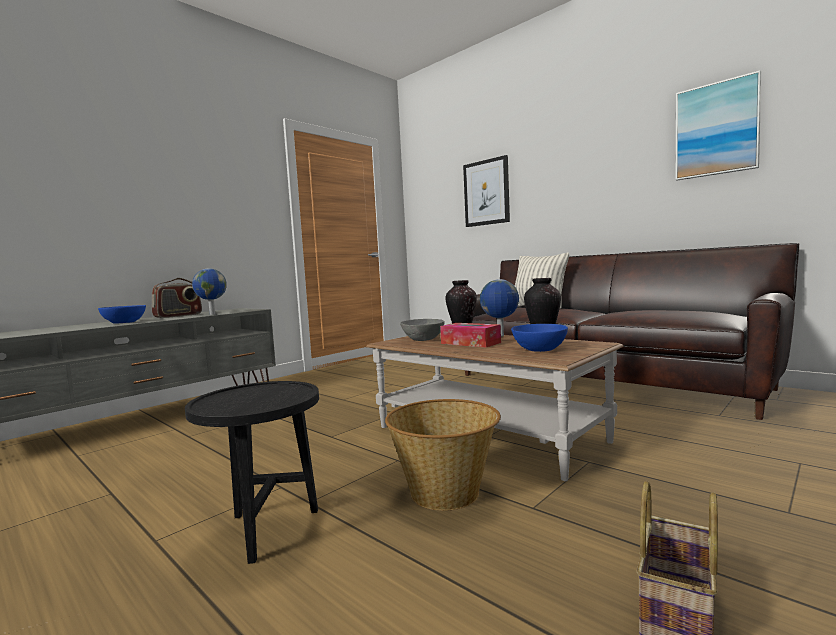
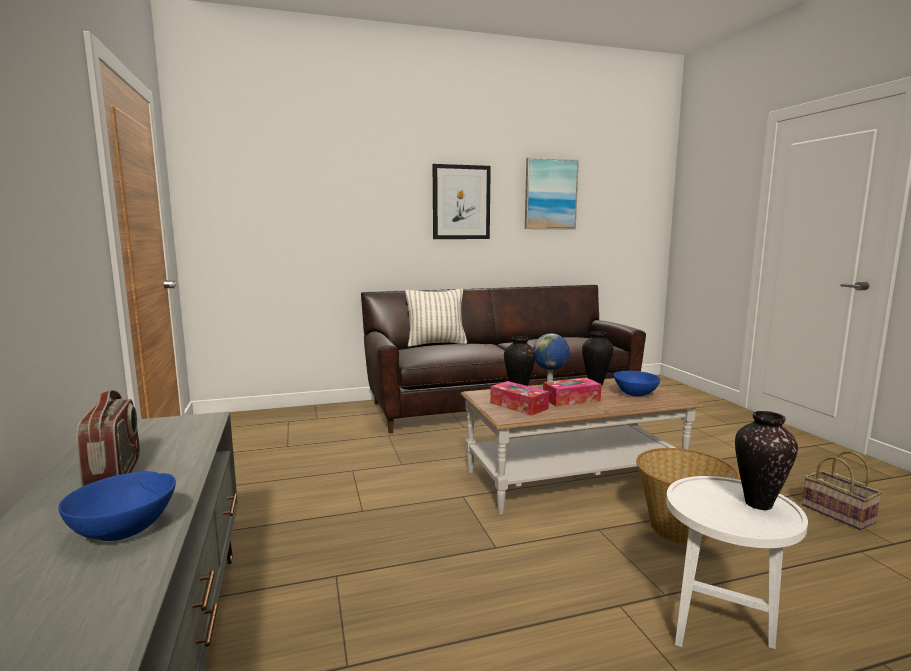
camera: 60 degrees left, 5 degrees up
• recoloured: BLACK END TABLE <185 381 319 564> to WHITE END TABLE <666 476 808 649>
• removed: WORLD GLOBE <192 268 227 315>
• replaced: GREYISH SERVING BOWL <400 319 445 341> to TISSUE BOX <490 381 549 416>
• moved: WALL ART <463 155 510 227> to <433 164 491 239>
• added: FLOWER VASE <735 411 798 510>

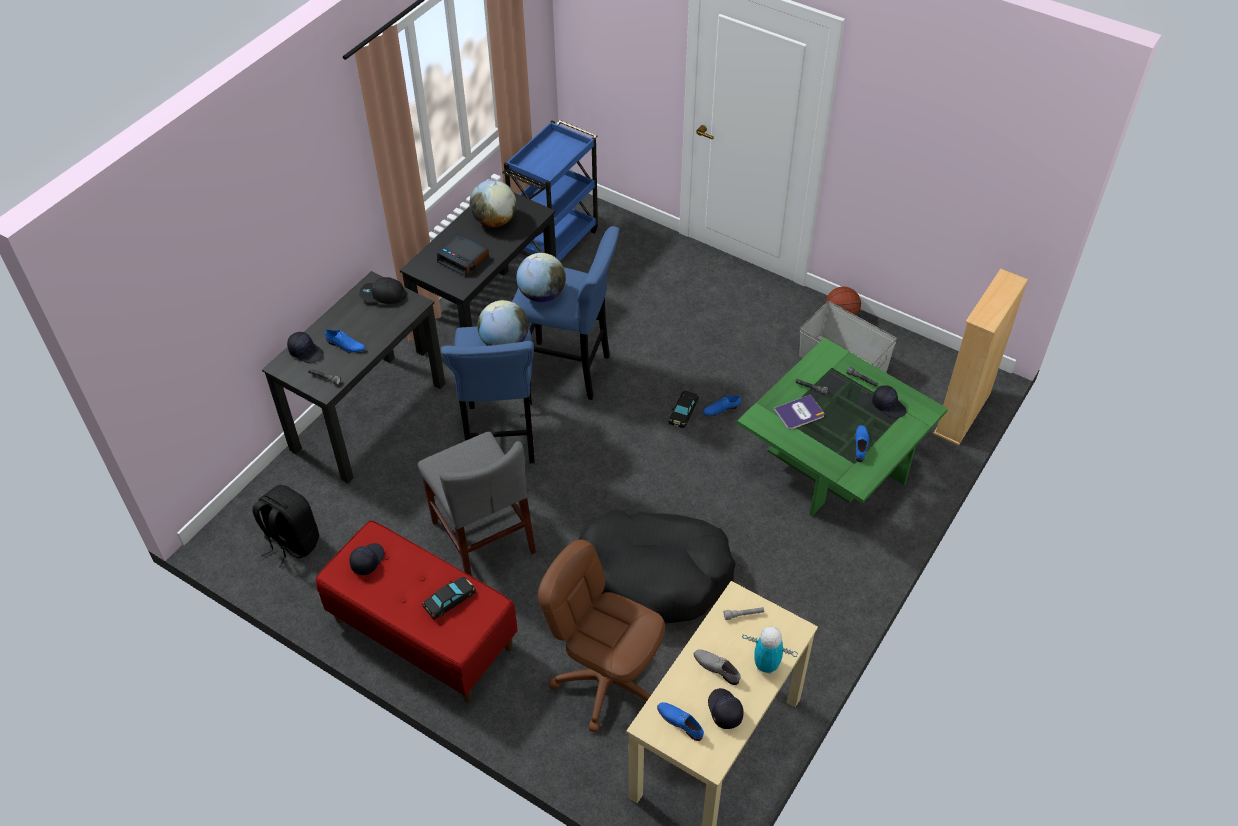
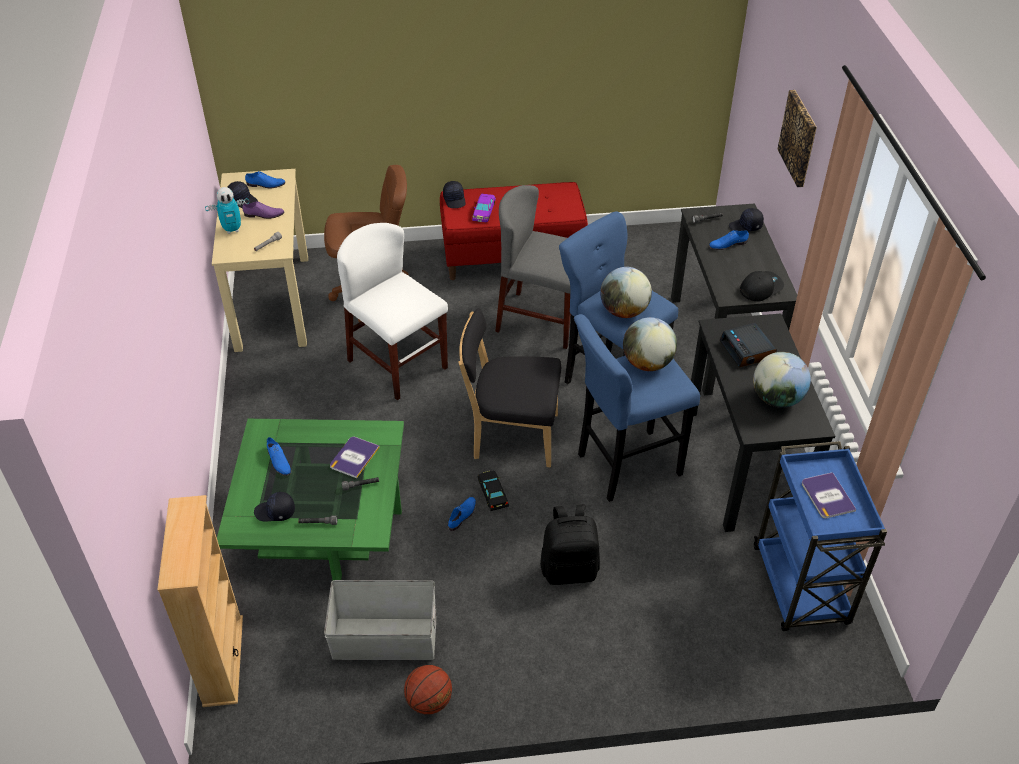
camera: 140 degrees right, 5 degrees down
• moved: BLACK RUCKSACK <252 485 319 568> to <540 504 600 585>
• moved: BLACK BASEBALL CAP <349 543 384 575> to <443 181 466 208>
• recoloured: BLACK TOY CAR <422 577 476 619> to PURPLISH TOY CAR <472 194 496 222>
• turned: BEDSIDE CLOCK <437 234 489 277> = <720 323 777 367> 105 degrees counterclockwise
• replaced: BLACK PET BED <579 509 736 623> to WHITE PLAIN CHAIR <337 223 448 400>
• recoloured: GREYISH LOW SHOE <694 649 741 685> to PURPLISH LOW SHOE <242 201 284 219>
• added: BLACK PLAIN CHAIR <458 308 561 467>
• added: WALL ART <777 90 817 187>
• added: VOLUME <802 472 856 518>

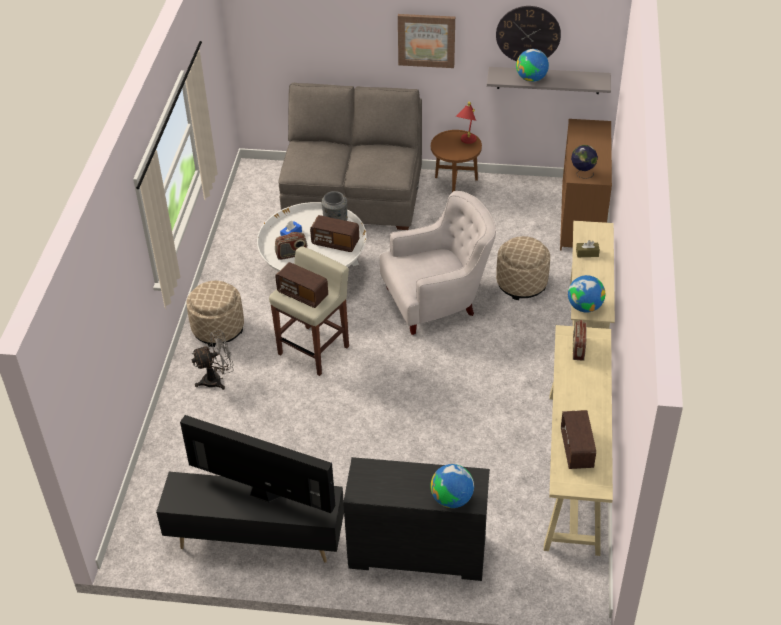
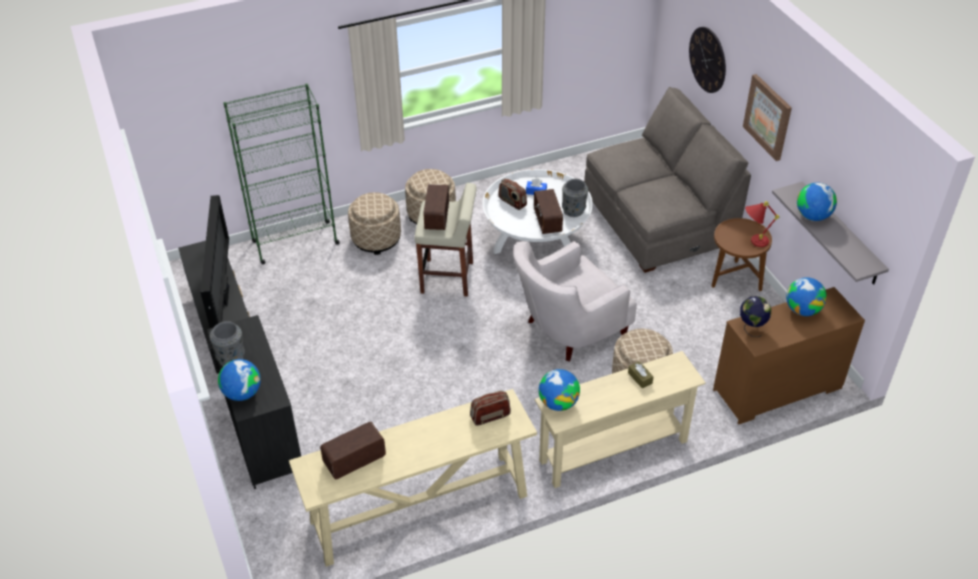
camera: 60 degrees right, 0 degrees up
• replaced: GREYISH COOLING FAN <191 330 234 390> to SAND-COLOURED POUFFE <348 192 401 255>
• turned: WHITE LOUNGE CHAIR <380 191 496 335> = <513 241 637 361> 105 degrees clockwise
• moved: HANGING CLOCK <496 6 561 61> to <689 27 726 93>
• added: GREYISH FLOWER VASE <209 321 245 366>
• added: GREENISH BOOKCASE <223 83 340 264>
• added: WORLD GLOBE <786 277 827 316>

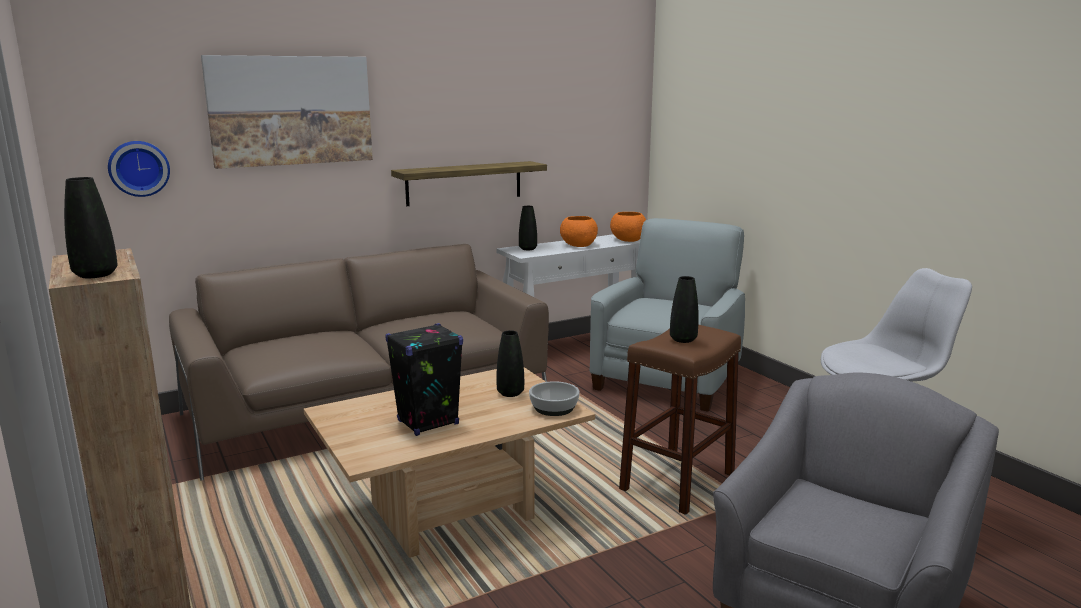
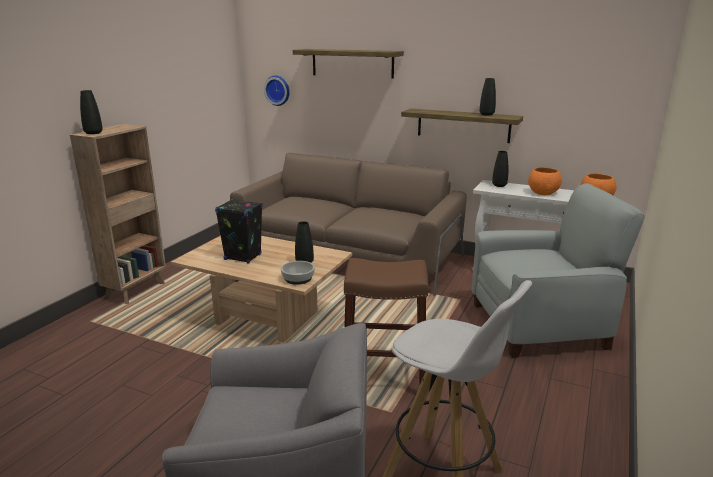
camera: 55 degrees right, 5 degrees up
• replaced: WALL ART <201 55 373 169> to BRACKET SHELF <293 49 404 79>
• moved: BLACK FLOWER VASE <670 276 699 343> to <480 78 496 116>

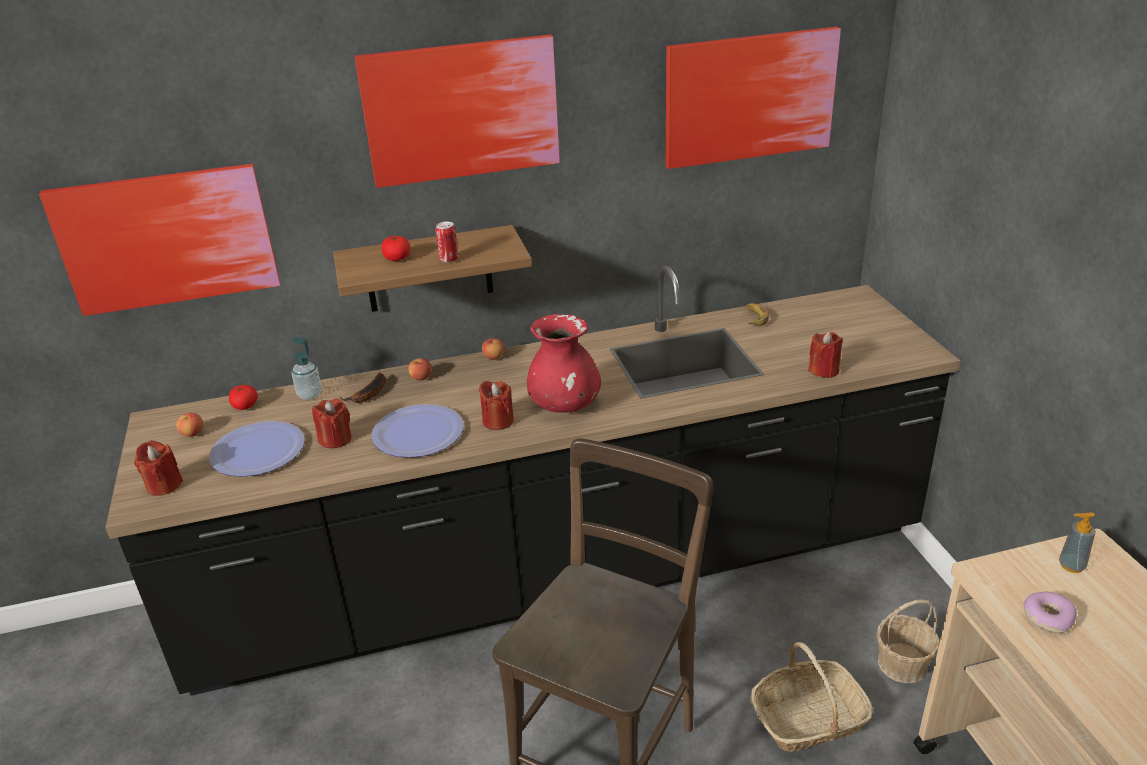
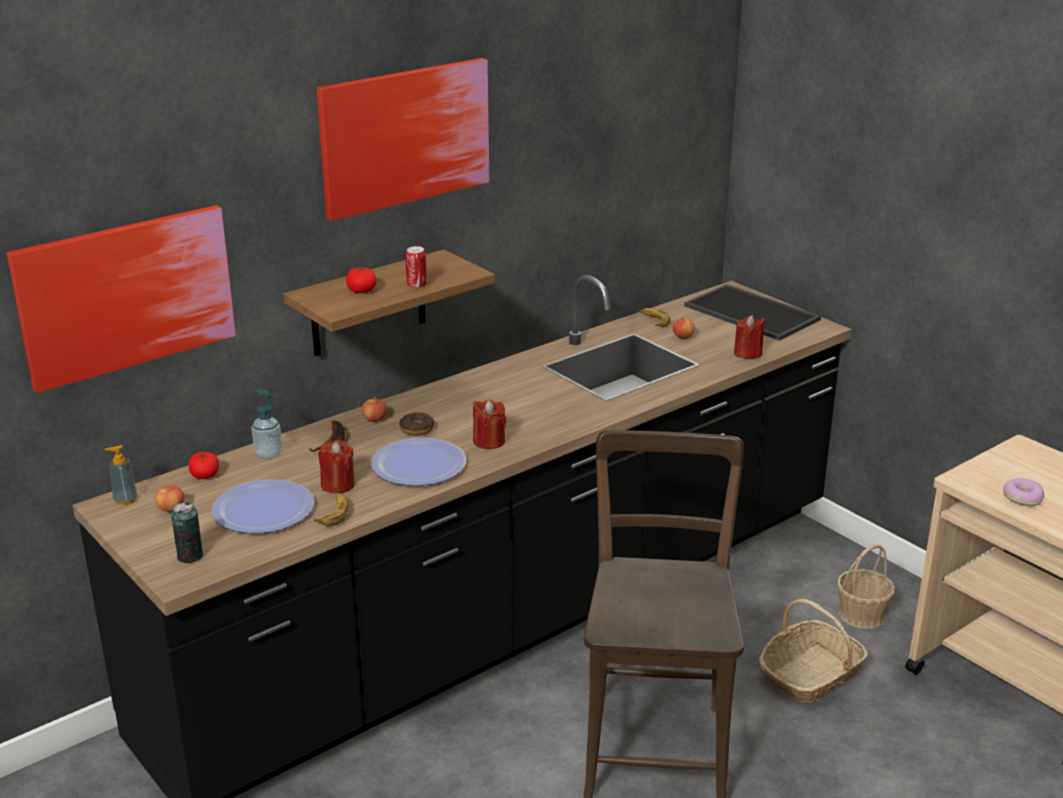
camera: 25 degrees left, 5 degrees down
• replaced: RED CANDLE <134 440 183 496> to METAL CAN <171 502 203 563>
• moved: APPLE FRUIT <482 338 505 360> to <673 318 695 339>
• removed: RED FLOWER VASE <527 314 601 413>
• removed: WALL ART <666 27 841 169>
• moved: SOAP DISPENSER <1059 512 1096 573> to <104 445 137 505>
• added: BANANA FRUIT <314 494 349 526>
• added: DONUT <399 412 434 436>
• added: CARRYING TRAY <684 284 821 341>

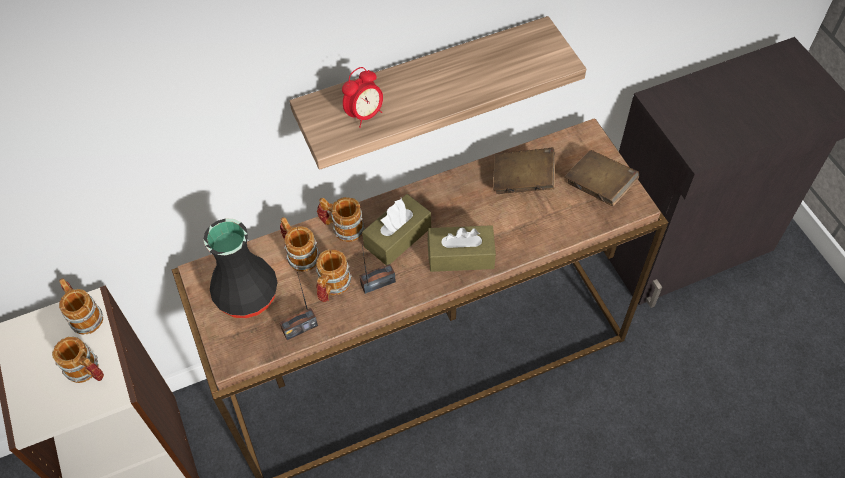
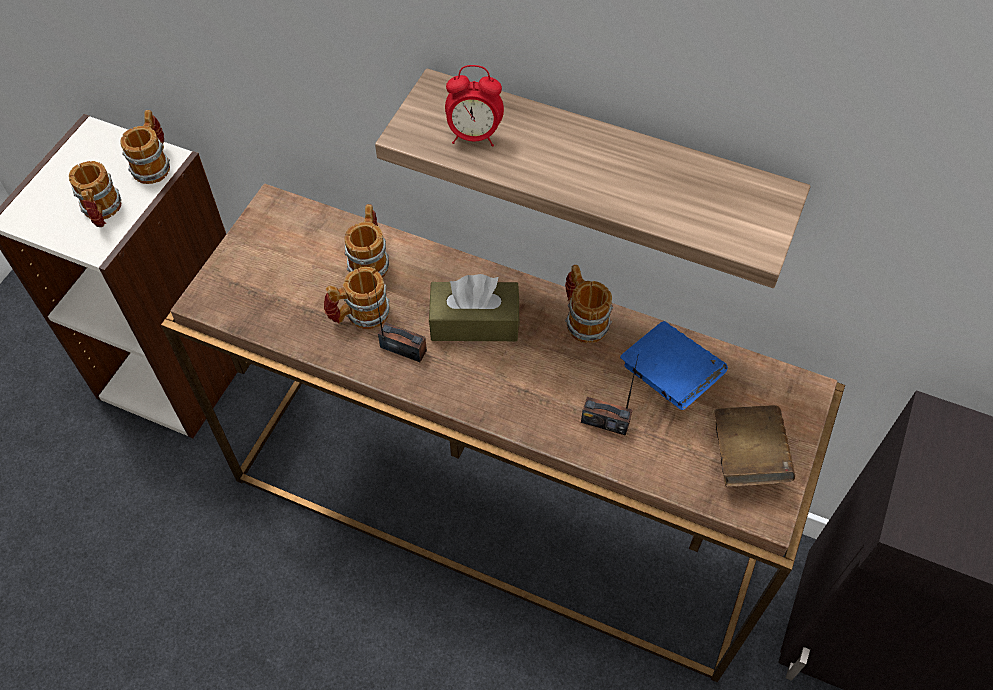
camera: 45 degrees right, 0 degrees up
• removed: BLACK FLOWER VASE <203 218 278 318>
• moved: RADIO <280 272 318 340> to <581 353 639 436>
• moved: MUG <317 197 365 242> to <565 265 613 343>
• removed: BROWNISH TISSUE BOX <428 225 496 272>
• recoloured: BROWNISH VOLUME <493 147 555 194> to BLUE VOLUME <620 321 728 410>

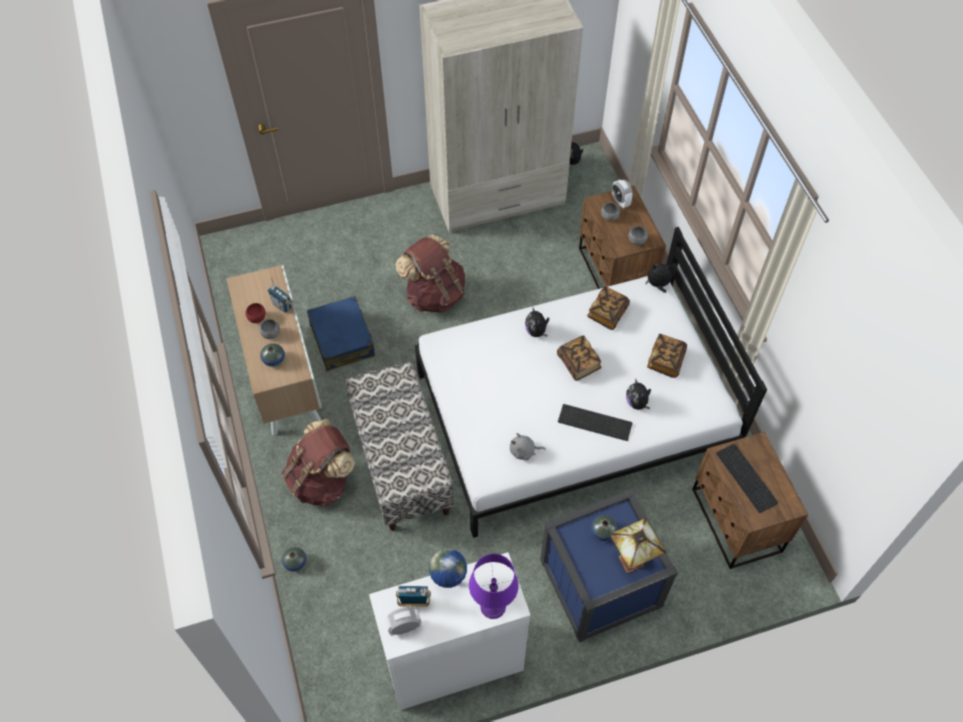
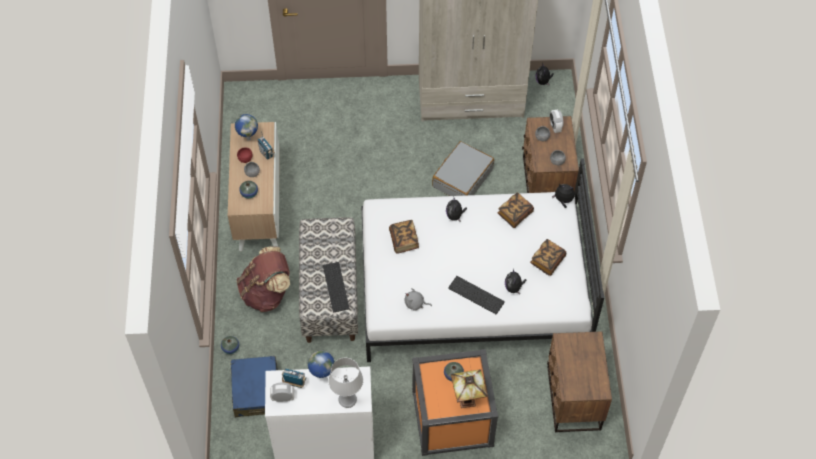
camera: 15 degrees right, 0 degrees up
• moved: BLUE PIECE OF LUGGAGE <307 296 375 371> to <231 356 278 417>
• removed: BROWNISH RUCKSACK <395 234 465 313>
• recoloured: PURPLISH TABLETOP LAMP <469 554 519 619> to GREYISH TABLETOP LAMP <328 358 363 408>
• recoloured: BLUE STORAGE BIN <540 488 678 642> to ORANGE STORAGE BIN <412 349 498 456>
• moved: VOLUME <557 335 601 381> to <389 220 419 253>
• moved: COMPUTER KEYBOARD <716 443 778 513> to <323 262 350 313>
• added: WORLD GLOBE <235 114 258 141>
• added: GREYISH PIECE OF LUGGAGE <432 141 494 196>

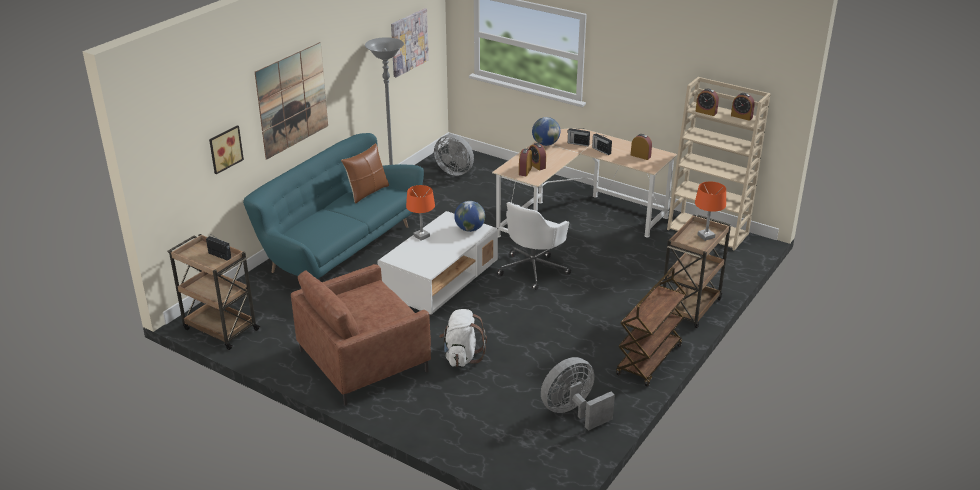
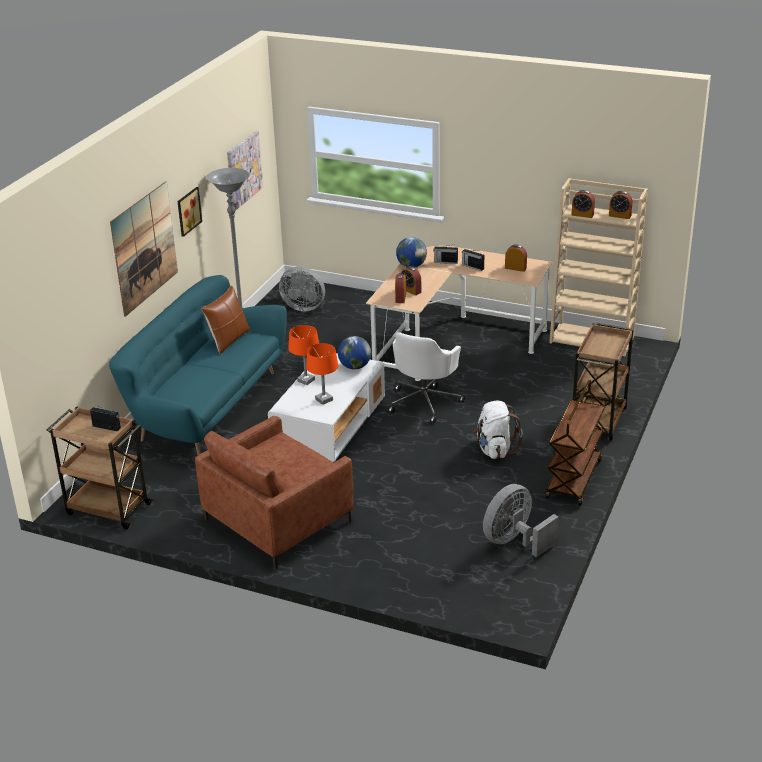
camera: 10 degrees left, 0 degrees up
• moved: WALL ART <209 125 244 174> to <178 187 202 237>
• moved: WHITE RUCKSACK <439 309 487 367> to <473 401 523 459>
• moved: ORANGE TABLETOP LAMP <695 181 726 241> to <306 343 338 405>

